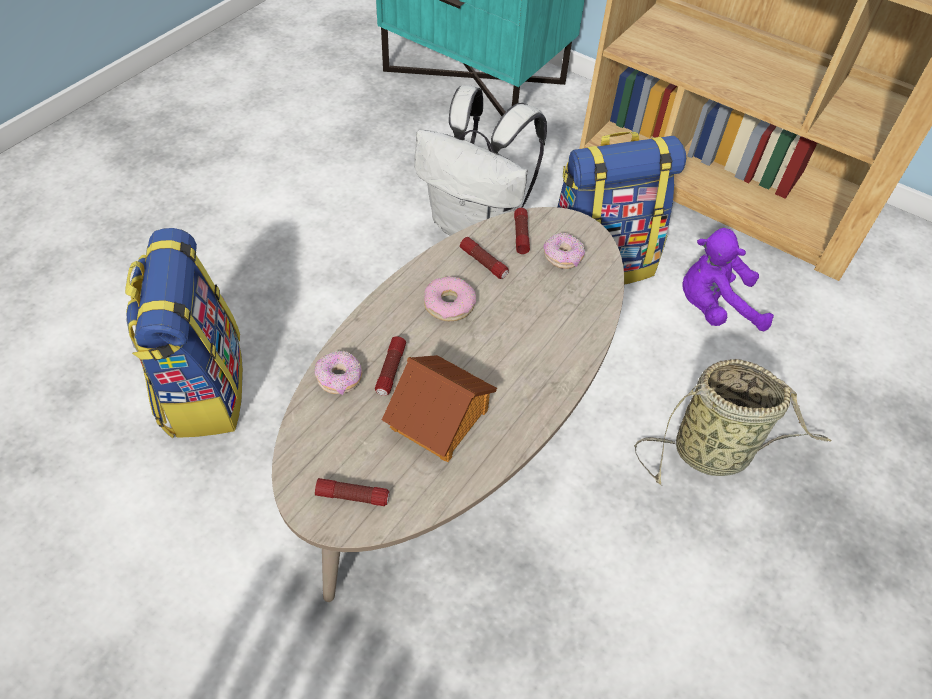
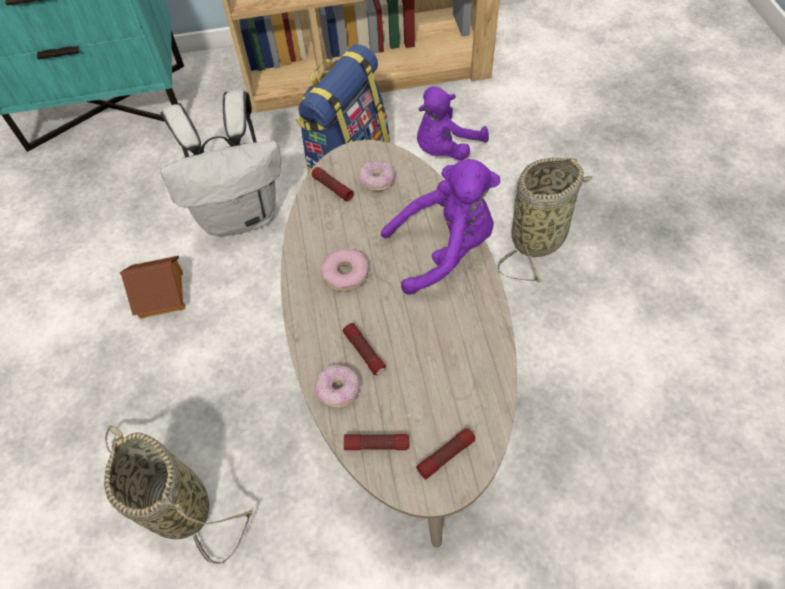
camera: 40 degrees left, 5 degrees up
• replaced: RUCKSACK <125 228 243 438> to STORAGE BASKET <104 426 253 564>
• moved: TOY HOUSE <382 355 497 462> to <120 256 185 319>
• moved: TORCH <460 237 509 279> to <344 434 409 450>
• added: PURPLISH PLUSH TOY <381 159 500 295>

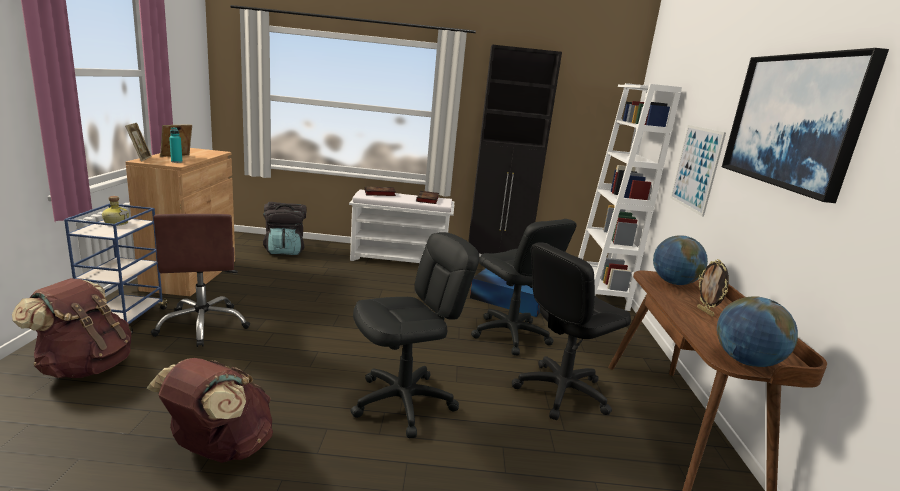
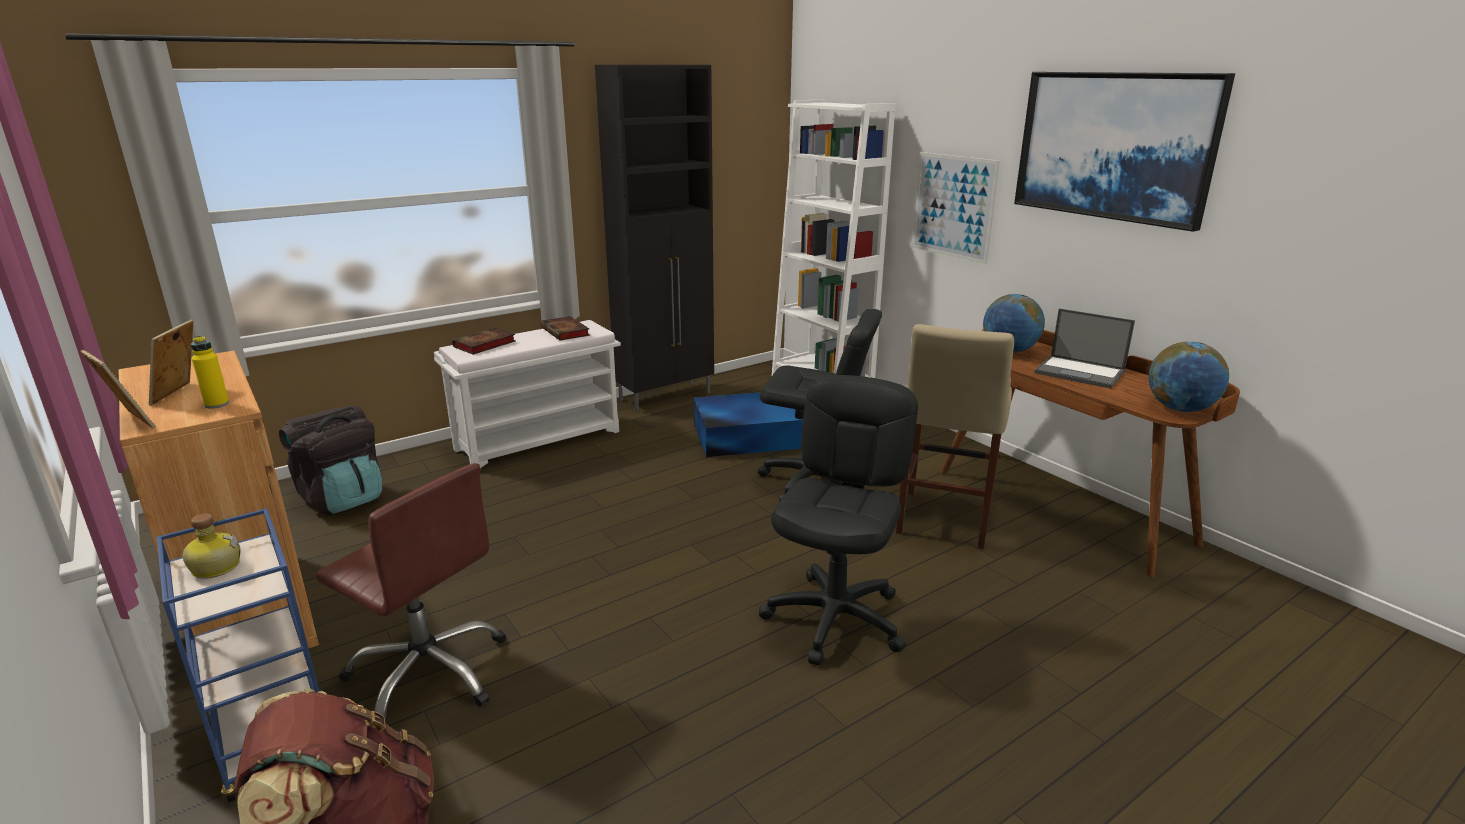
camera: 35 degrees left, 5 degrees up
• removed: BROWNISH RUCKSACK <146 358 273 463>
• recoloured: TURQUOISE-COLOURED DRINK BOTTLE <169 127 183 163> to YELLOWISH DRINK BOTTLE <191 336 229 409>
• replaced: BLACK OFFICE CHAIR <512 242 631 420> to SAND-COLOURED STOOL SEAT <896 324 1014 549>
• replaced: STANDING FRAME <697 259 729 316> to PORTABLE COMPUTER <1035 308 1135 389>

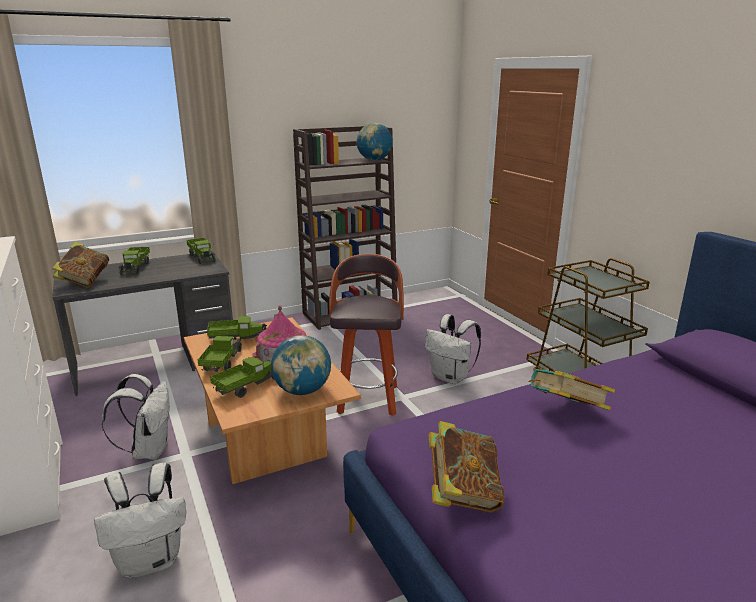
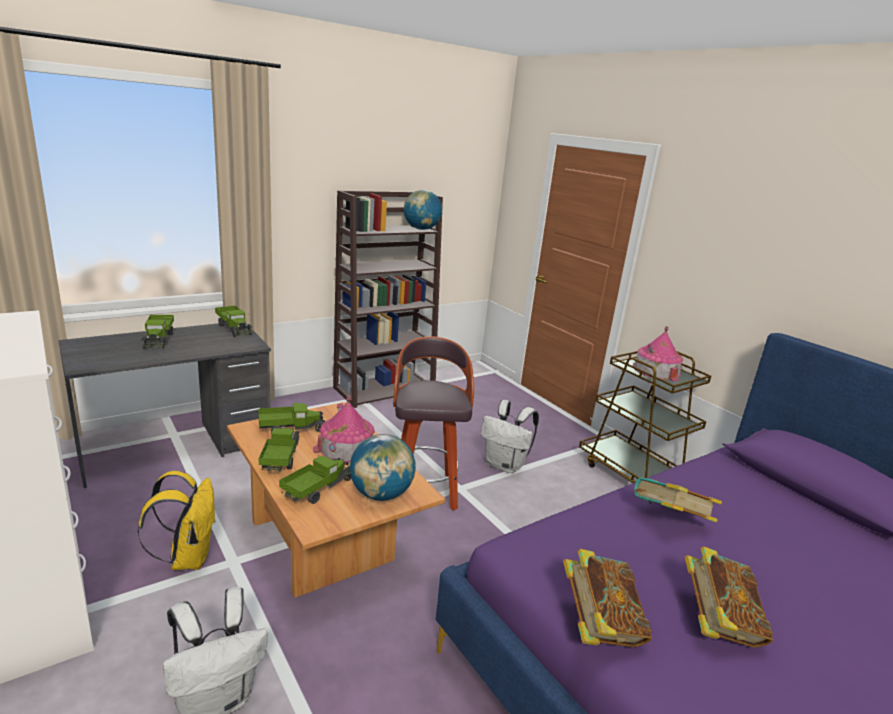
camera: 10 degrees left, 0 degrees up
• moved: VOLUME <52 242 109 288> to <685 546 773 648>
• recoloured: WHITE RUCKSACK <102 374 170 460> to YELLOWISH RUCKSACK <137 471 216 570>
• added: TOY HOUSE <633 326 683 382>

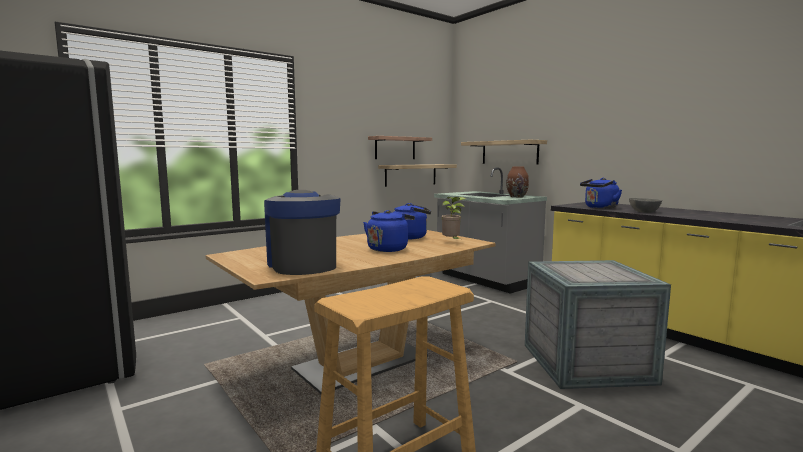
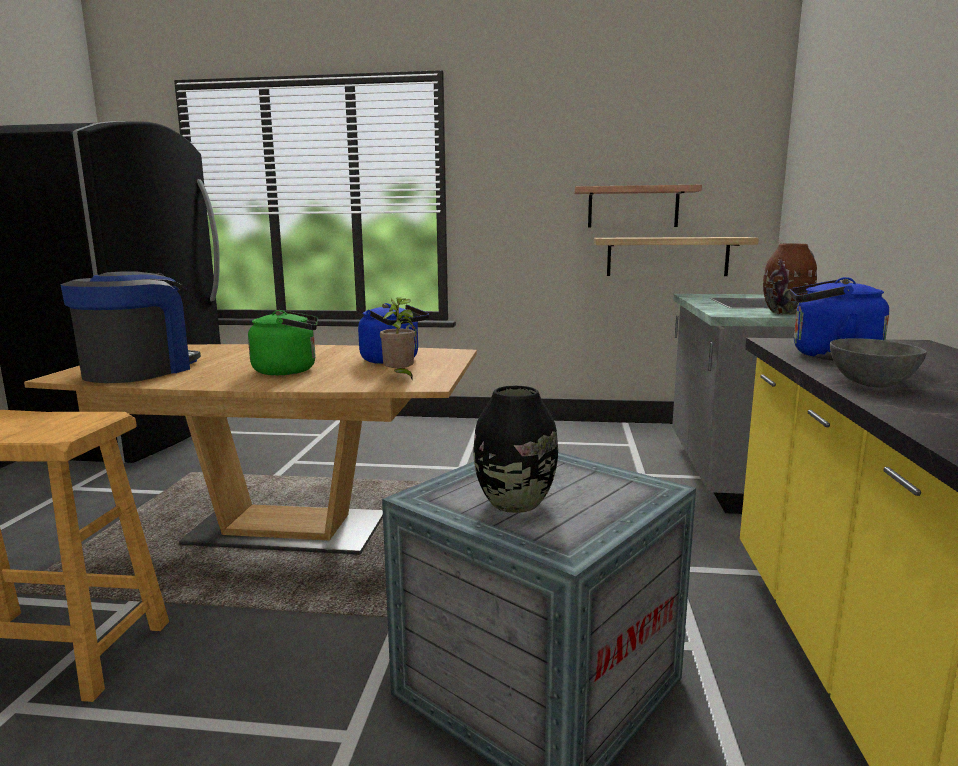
camera: 45 degrees right, 5 degrees up
• recoloured: BLUE KETTLE <363 210 415 252> to GREENISH KETTLE <248 310 318 375>
• removed: BRACKET SHELF <461 140 547 164>
• added: BLACK FLOWER VASE <474 386 558 513>

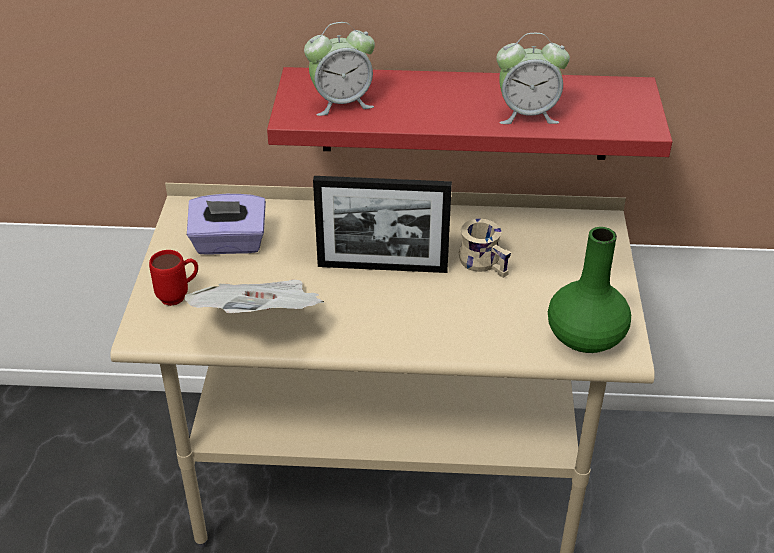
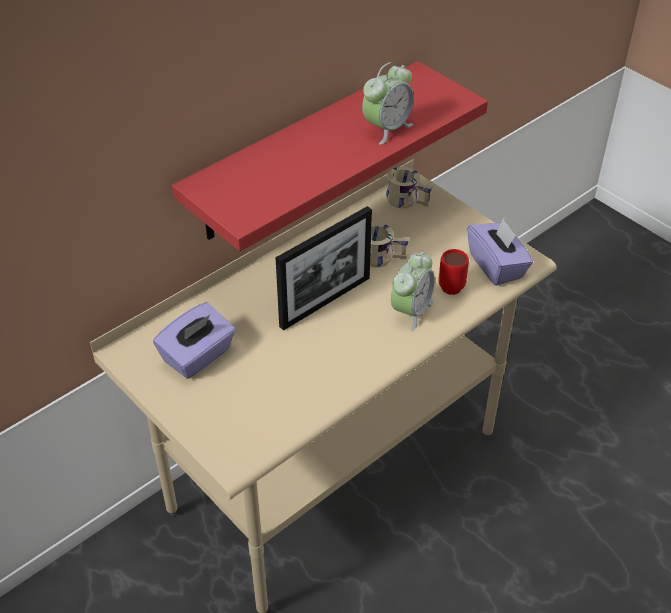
camera: 45 degrees left, 5 degrees up
• moved: RED MUG <149 250 198 306> to <439 249 469 295>
• removed: NEWSPAPER <184 279 324 313>
• moved: BEDSIDE CLOCK <304 22 375 116> to <391 252 435 331>
• replaced: GREENISH FLOWER VASE <548 227 631 353> to PURPLISH TISSUE BOX <467 218 533 286>
• added: SAND-COLOURED MUG <386 167 433 209>

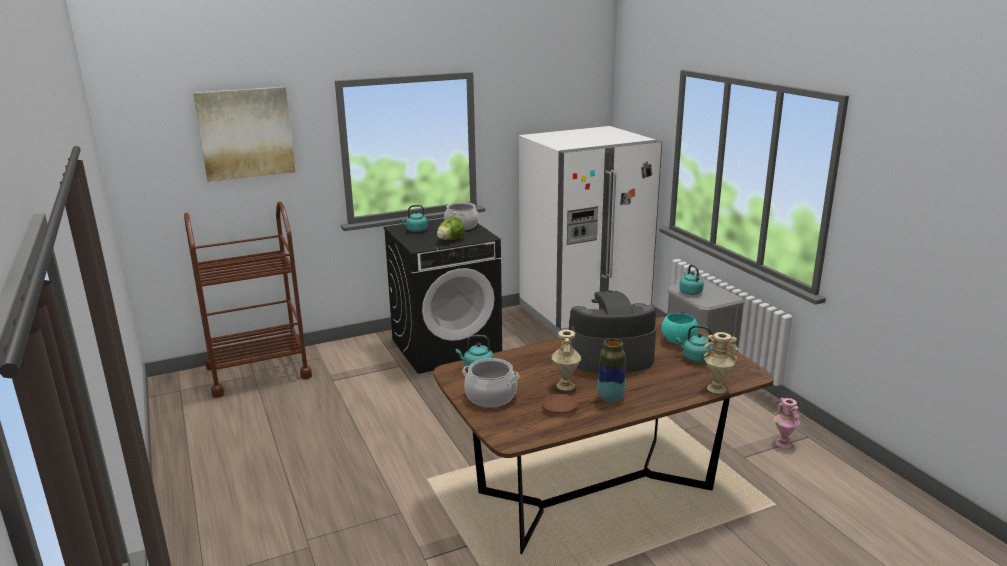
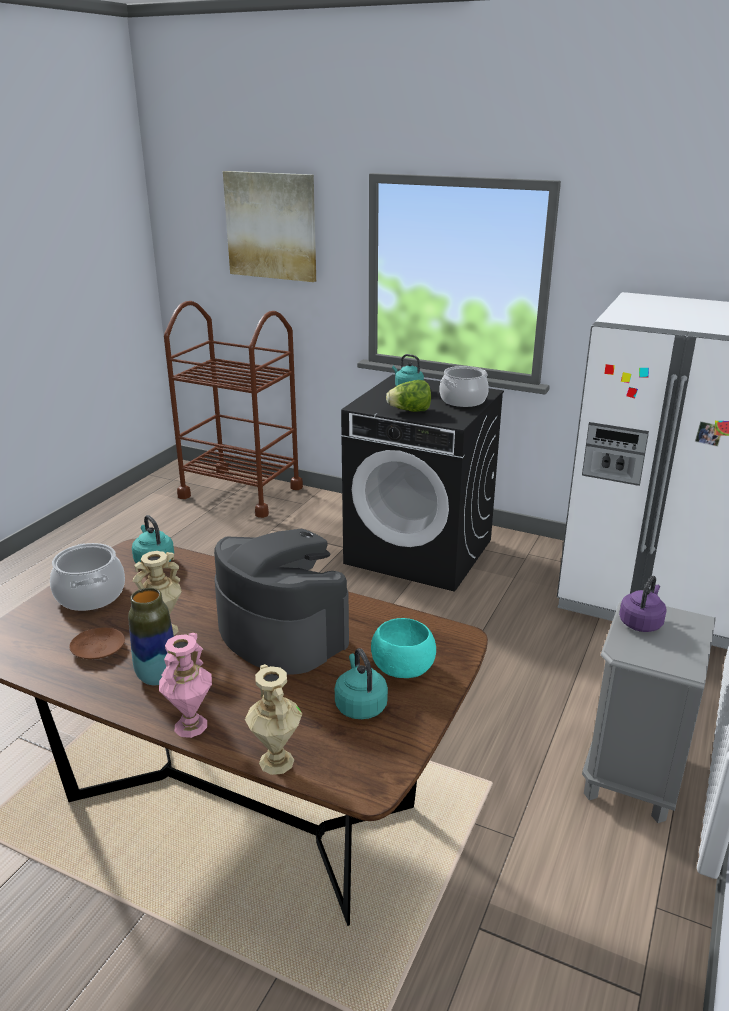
camera: 50 degrees right, 5 degrees up
• recoloured: TURQUOISE-COLOURED KETTLE <679 265 704 295> to PURPLISH KETTLE <619 576 667 632>
• moved: PINK FLOWER VASE <774 398 800 448> to <159 633 212 738>

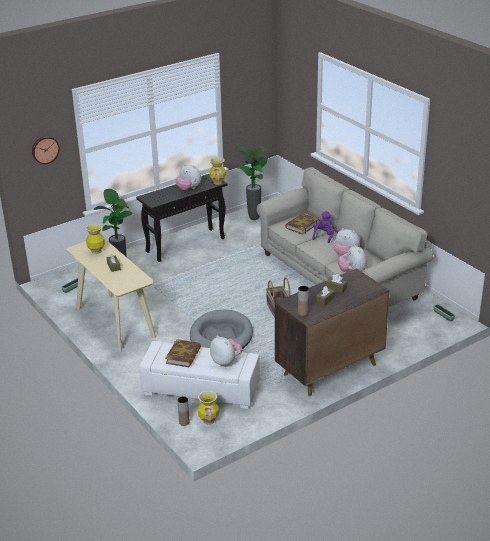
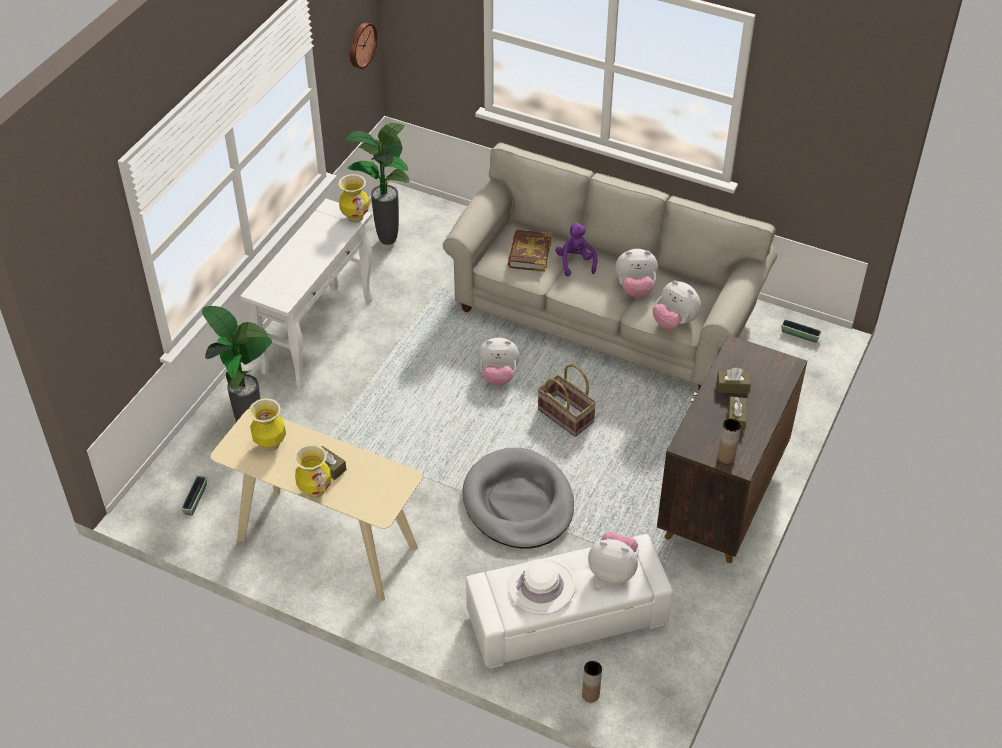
camera: 30 degrees left, 15 degrees up
• moved: HANGING CLOCK <32 136 60 164> to <350 22 378 69>
• recoloured: BLACK HALL TABLE <136 174 227 262> to WHITE HALL TABLE <240 199 372 388>
• replaced: VOLUME <165 339 201 367> to WHITE HAT <508 559 575 615>
• moved: PLUSH TOY <176 164 201 190> to <477 338 520 386>
• moved: FLOWER VASE <198 391 219 425> to <294 444 331 498>

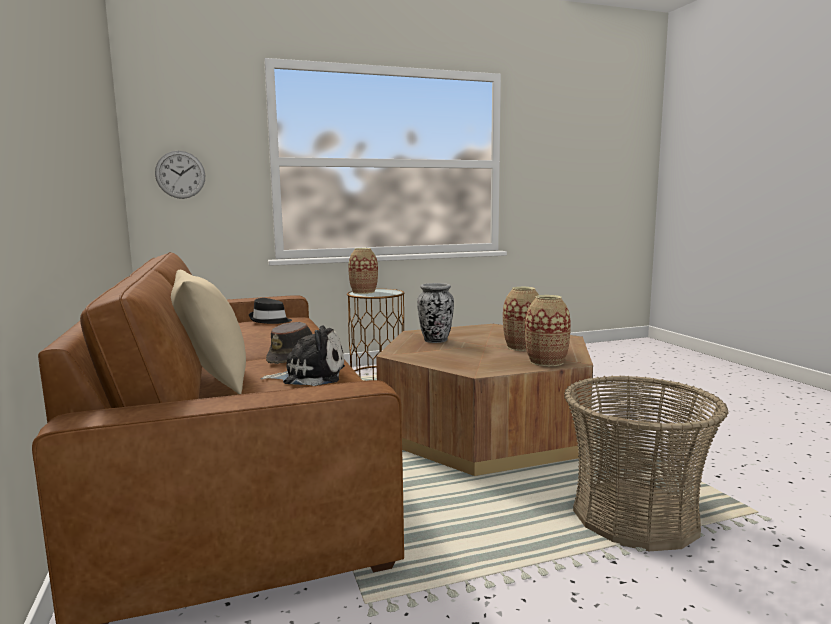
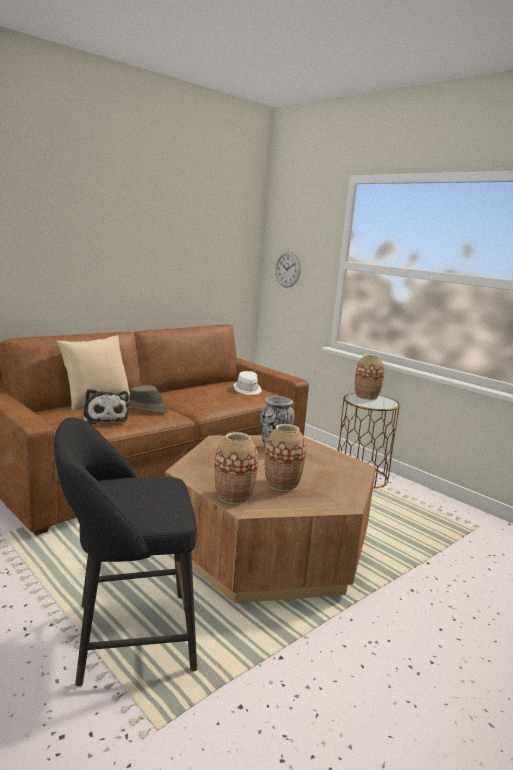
camera: 65 degrees right, 5 degrees up
• recoloured: BLACK HAT <249 298 292 324> to WHITE HAT <233 371 262 395>
• replaced: STORAGE BASKET <564 375 729 551> to BLACK STOOL SEAT <54 417 197 687>

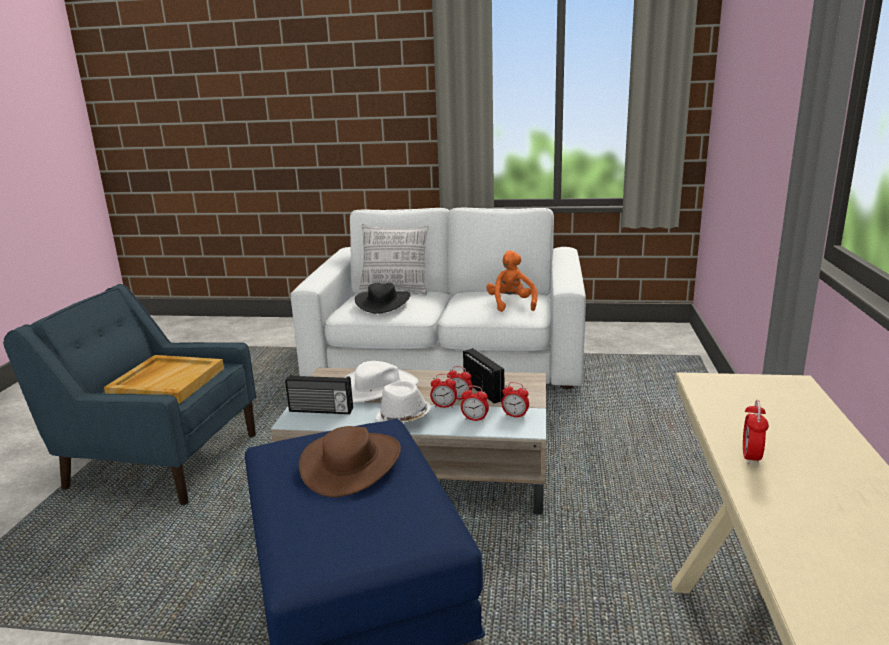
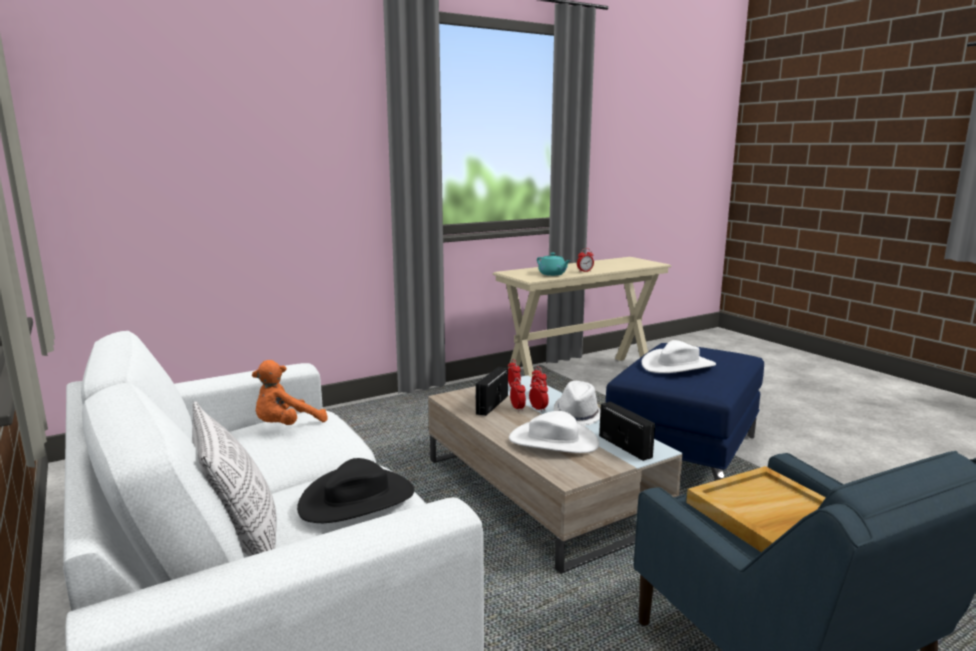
camera: 130 degrees left, 5 degrees down
• recoloured: BROWNISH HAT <299 426 401 497> to WHITE HAT <641 340 716 373>
• added: TURQUOISE-COLOURED POT FOR TEA <537 253 571 276>

